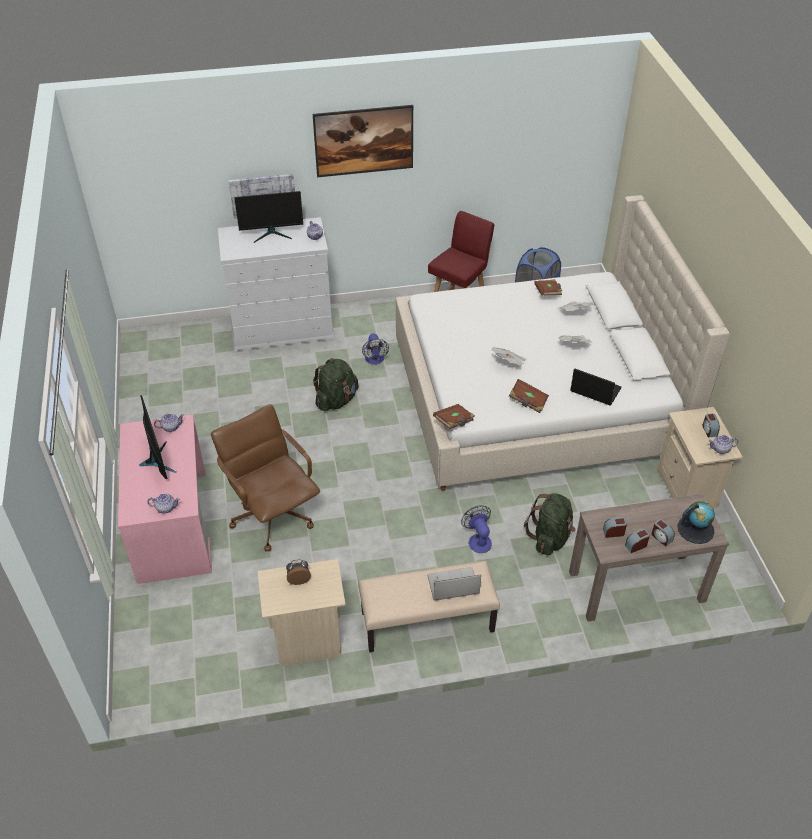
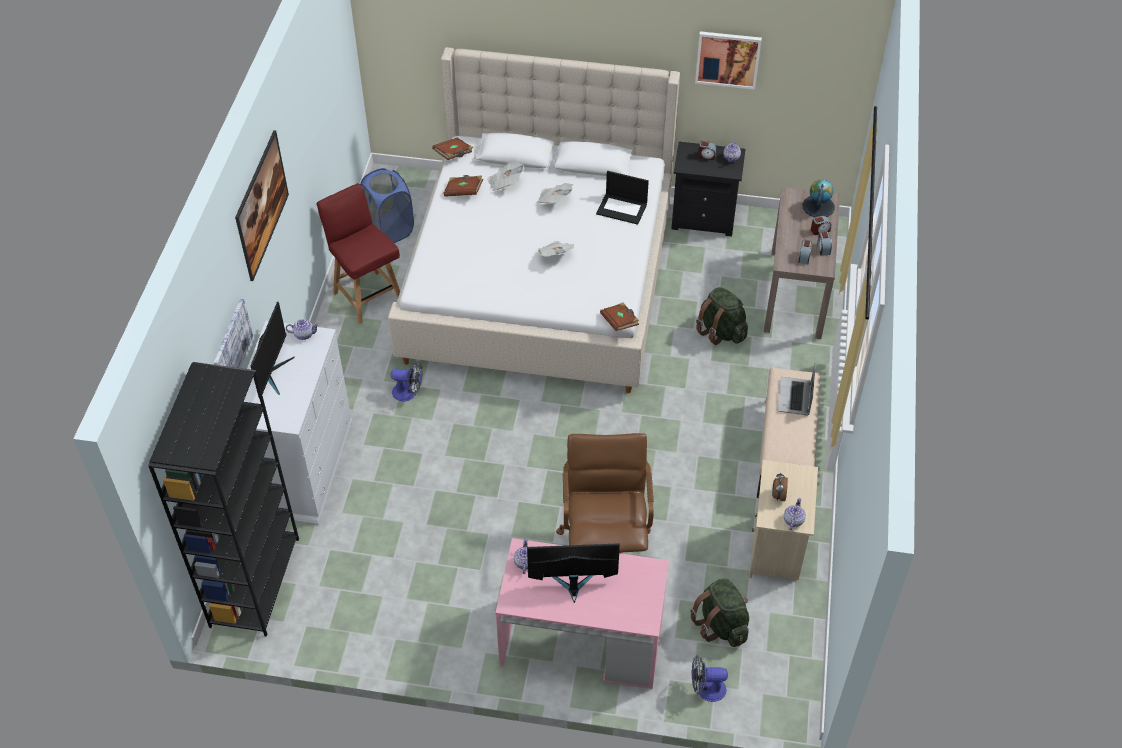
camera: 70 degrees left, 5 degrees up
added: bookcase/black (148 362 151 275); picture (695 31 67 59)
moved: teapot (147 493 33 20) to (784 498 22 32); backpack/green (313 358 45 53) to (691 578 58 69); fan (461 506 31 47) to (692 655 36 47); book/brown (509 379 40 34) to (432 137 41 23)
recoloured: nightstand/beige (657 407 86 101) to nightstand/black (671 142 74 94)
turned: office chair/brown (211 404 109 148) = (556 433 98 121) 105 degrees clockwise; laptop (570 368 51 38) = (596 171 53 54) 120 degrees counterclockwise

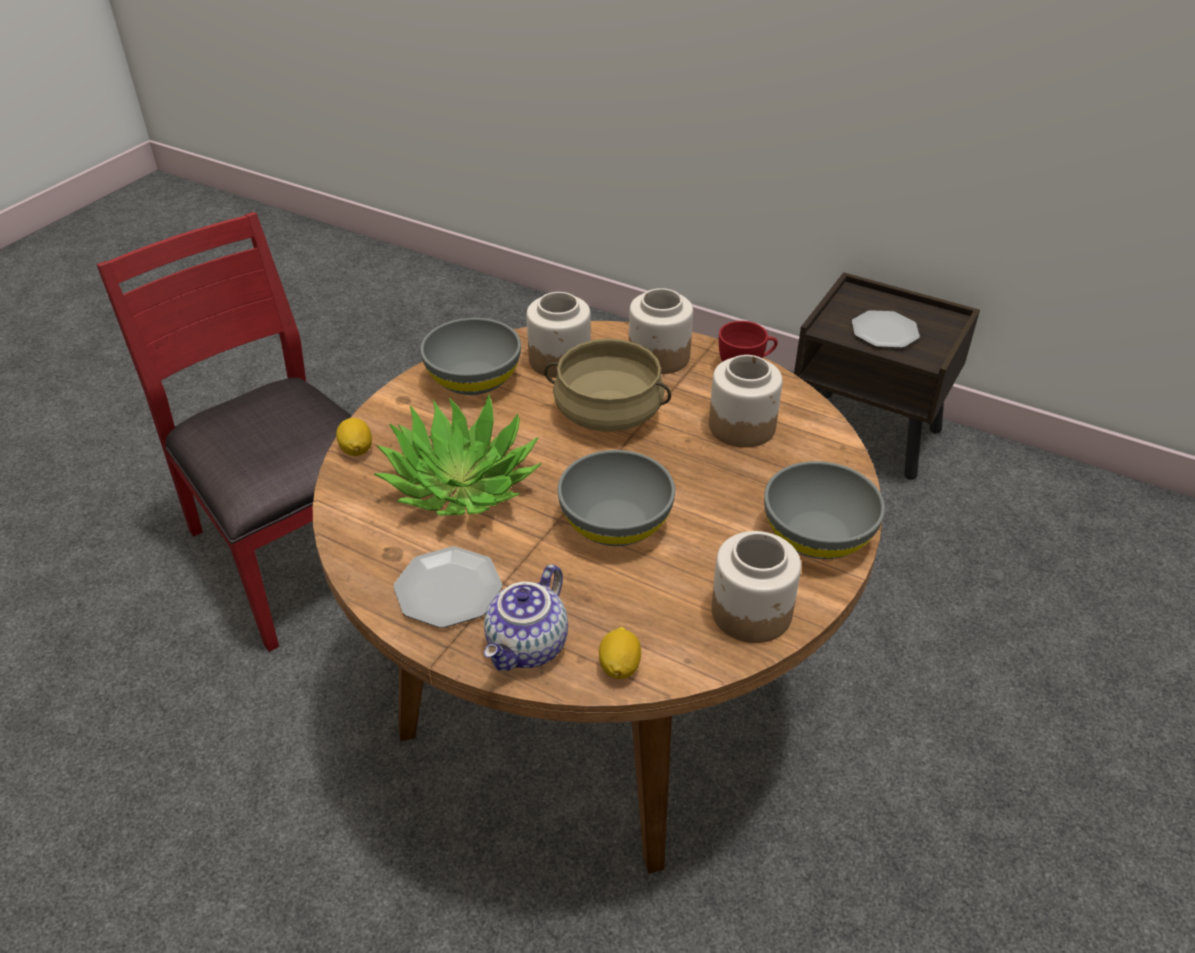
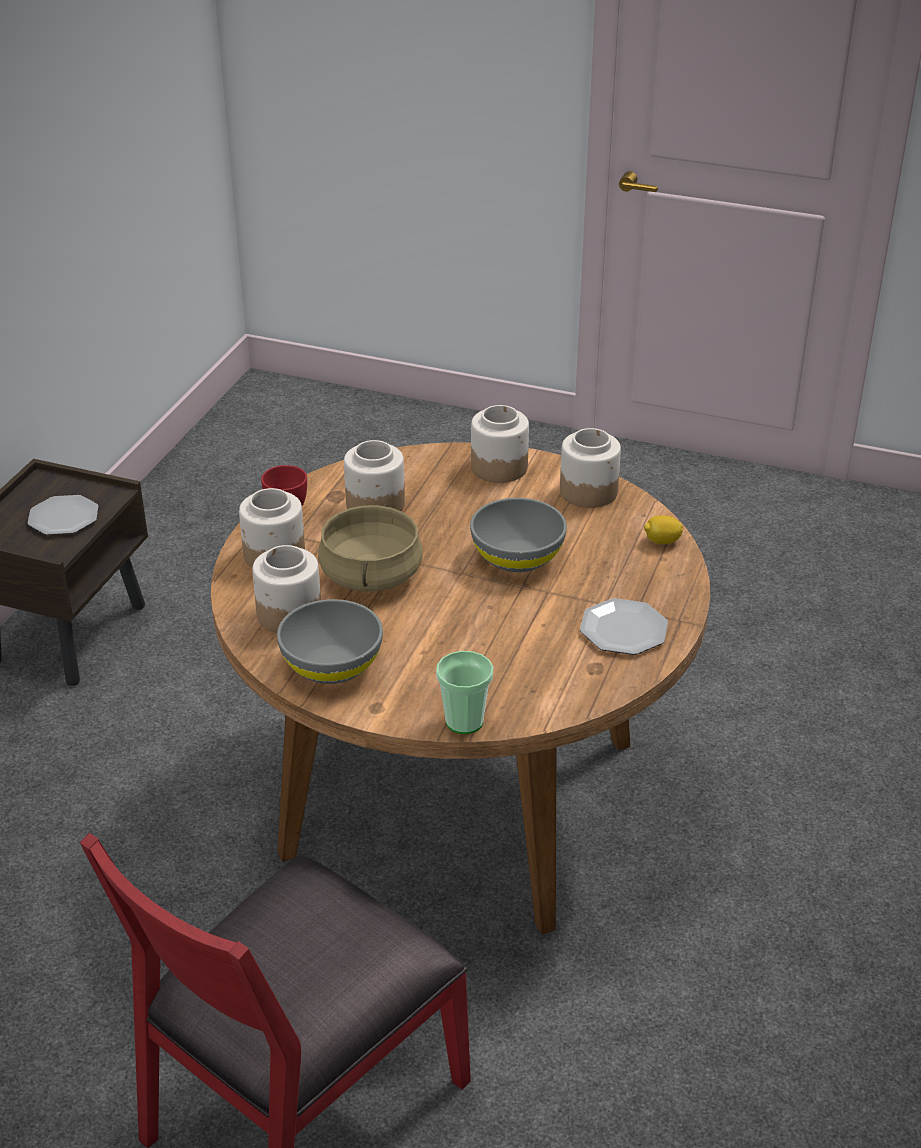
camera: 100 degrees left, 5 degrees down
removed: potted plant (374 394 167 122); teapot (484 564 84 107)
replaced: lemon (336 418 36 38) to cup (436 651 57 83); bowl/grey (764 461 121 98) to jar (471 405 58 78)

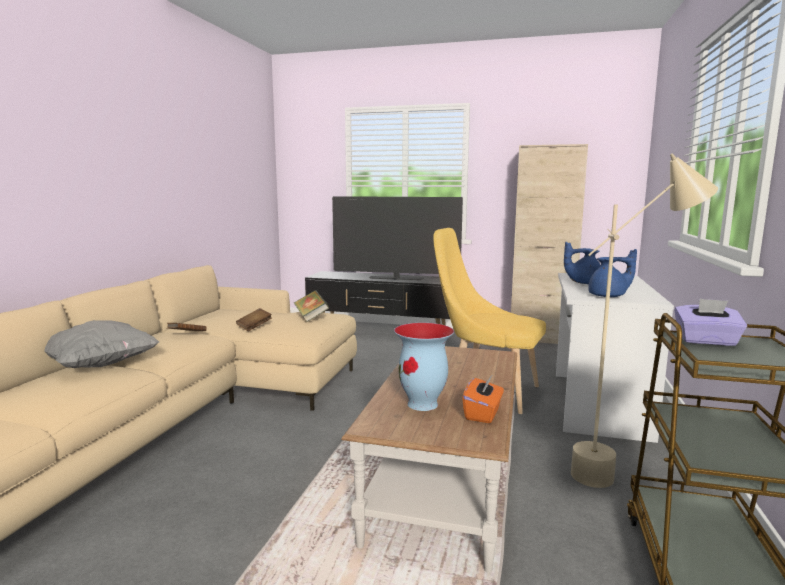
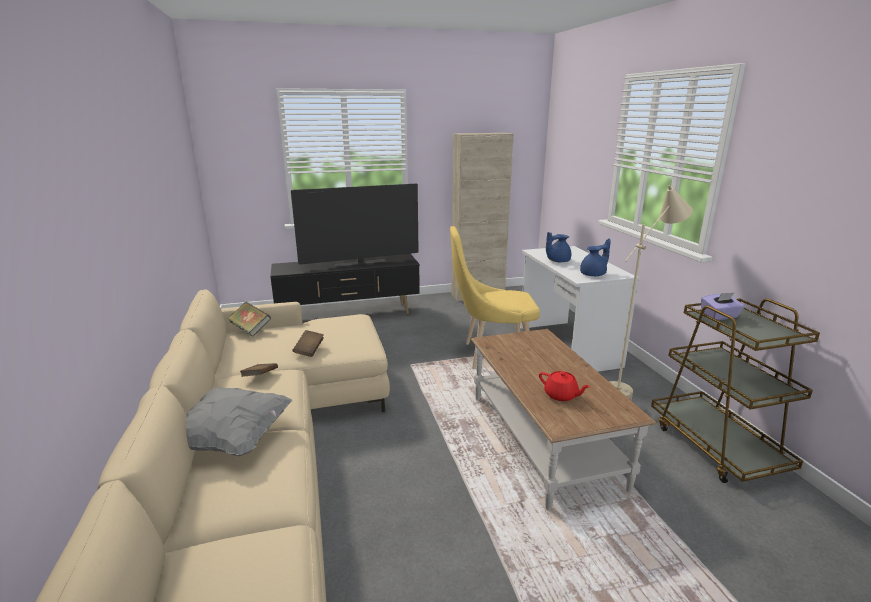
camera: 30 degrees left, 10 degrees up
removed: tissue box/orange (462 374 42 49)
moved: book (294 290 35 32) to (227 302 44 35)
replaced: vase (394 323 60 88) to teapot/red (539 371 51 30)

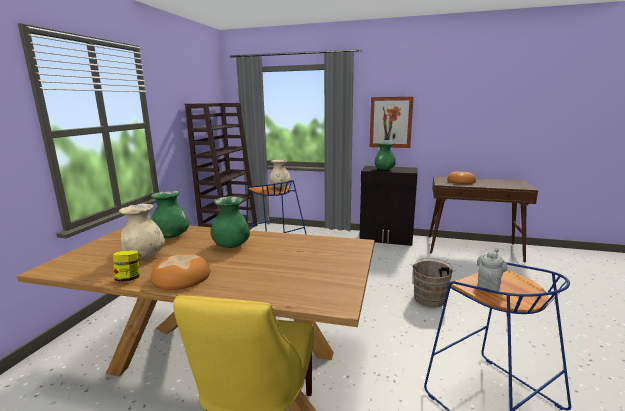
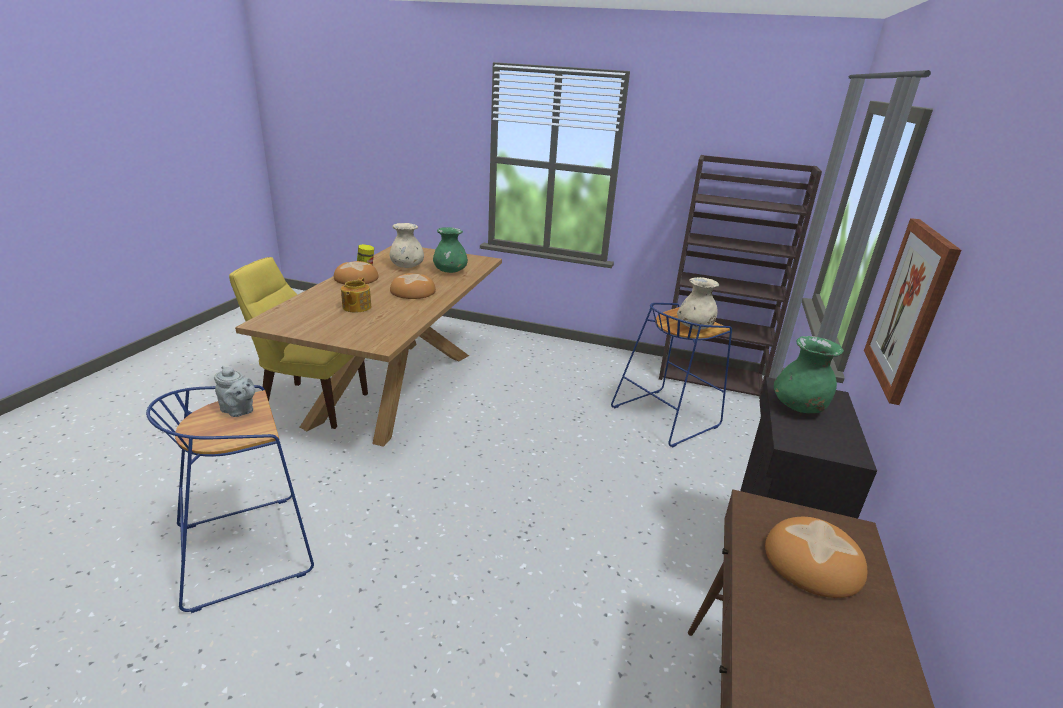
camera: 90 degrees right, 10 degrees up
removed: bucket/brown (413 258 42 49)
added: teapot (341 277 30 36)
replaced: vase/green (211 196 39 52) to bread (390 273 46 26)

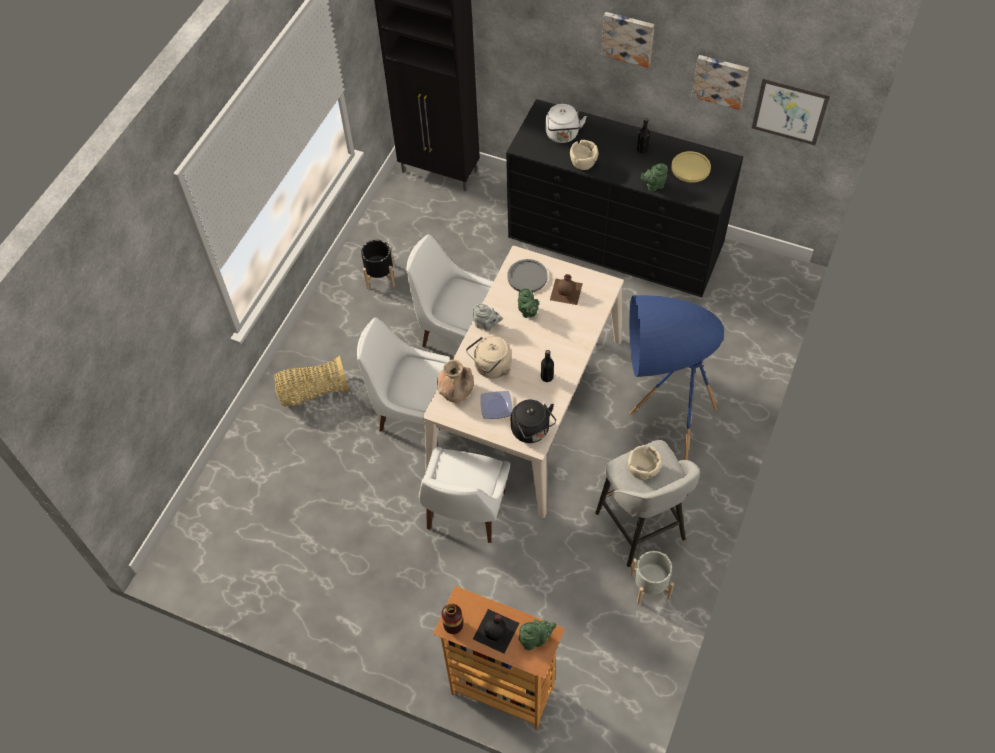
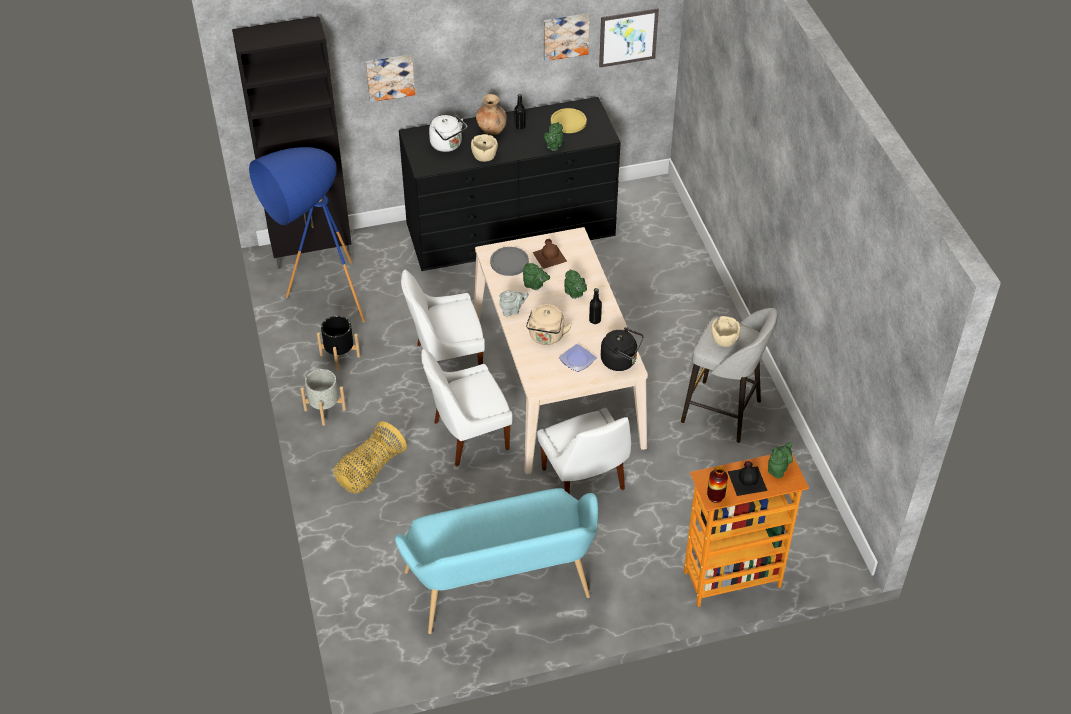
camera: 40 degrees left, 10 degrees down
added: bench/turquoise (395 488 203 146); teapot/green (564 269 23 30)
moved: vase/brown (437 360 37 43) to (476 94 31 41); picture (601 12 54 56) to (365 54 50 48); floor lamp/blue (629 295 95 165) to (249 147 116 175); planter/grey (630 551 44 53) to (300 369 46 57)

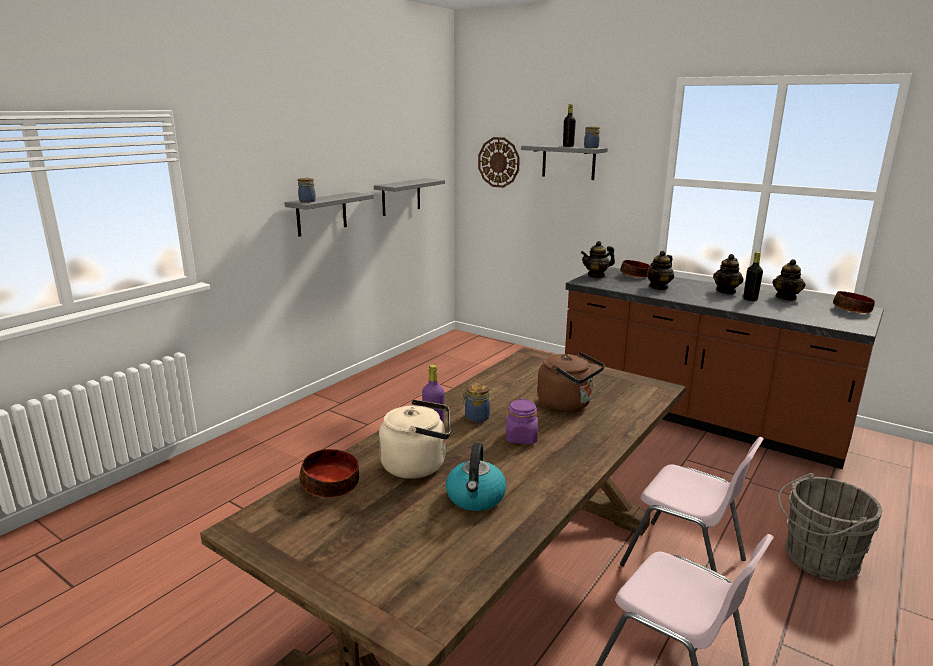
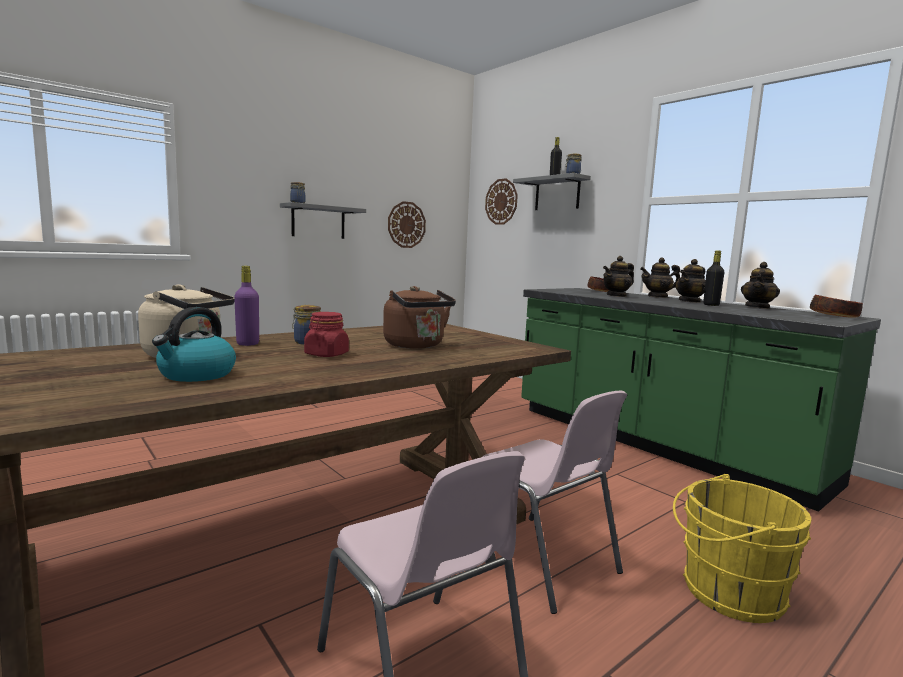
camera: 15 degrees right, 10 degrees down
removed: bowl (299 449 60 48)
moved: teapot (581 241 34 37) to (640 257 40 41)
replaced: shelf/grey (374 178 71 38) to wall clock (388 201 38 47)
recoloured: jar/purple (506 399 32 45) to jar/red (304 312 45 45); counter/brown (565 267 319 202) to counter/green (521 288 360 224); bucket/grey (778 473 104 108) to bucket/yellow (673 474 138 149)

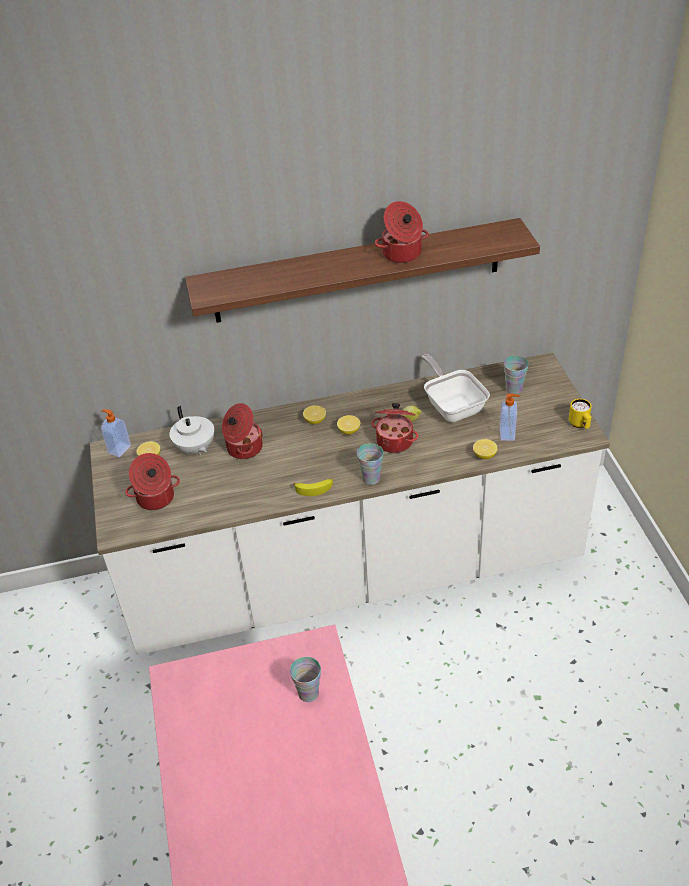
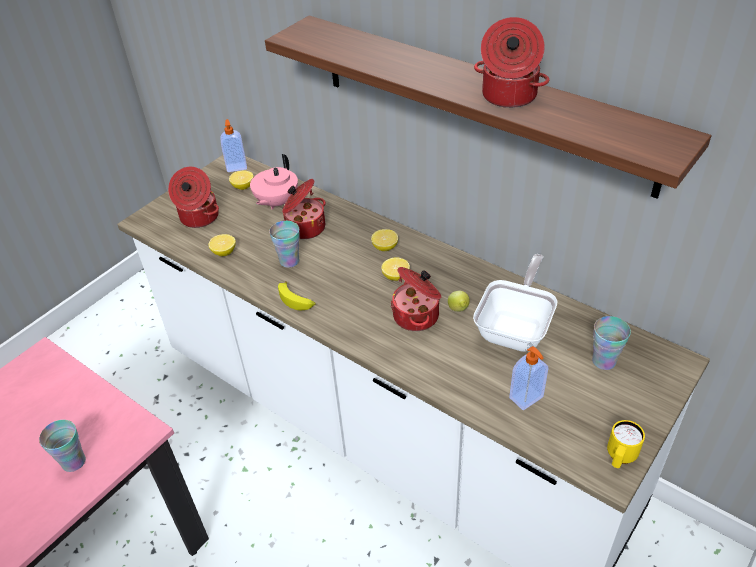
camera: 50 degrees right, 0 degrees up
moved: cup (357 443 26 42) to (269 221 31 47); lemon (473 439 24 20) to (208 234 28 22)
recoloured: teapot/white (169 406 45 49) to teapot/pink (250 154 48 56)

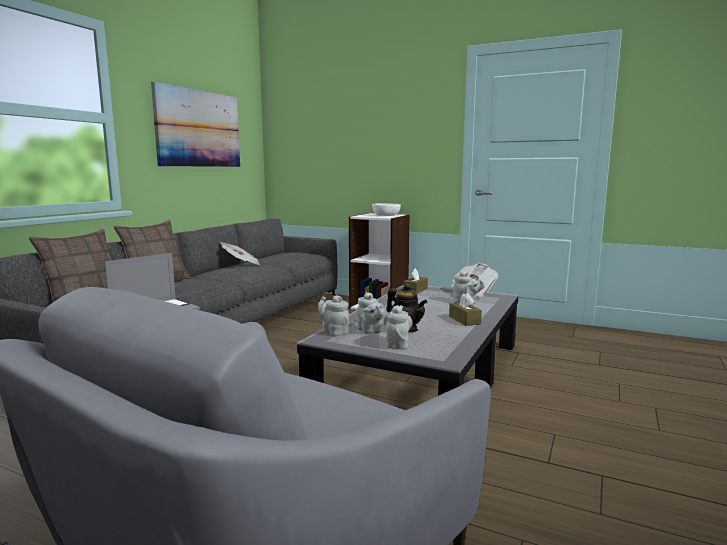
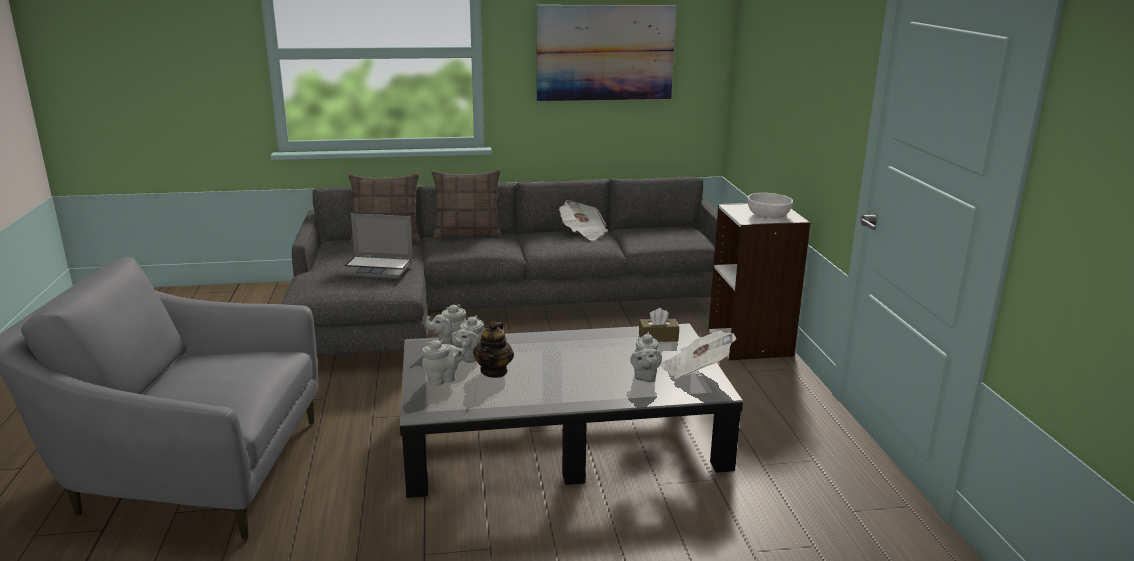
camera: 55 degrees right, 10 degrees up
removed: tissue box/brown (449 293 33 33)
turned: teapot/grey (318 295 31 41) = (425 304 41 42) 135 degrees counterclockwise

